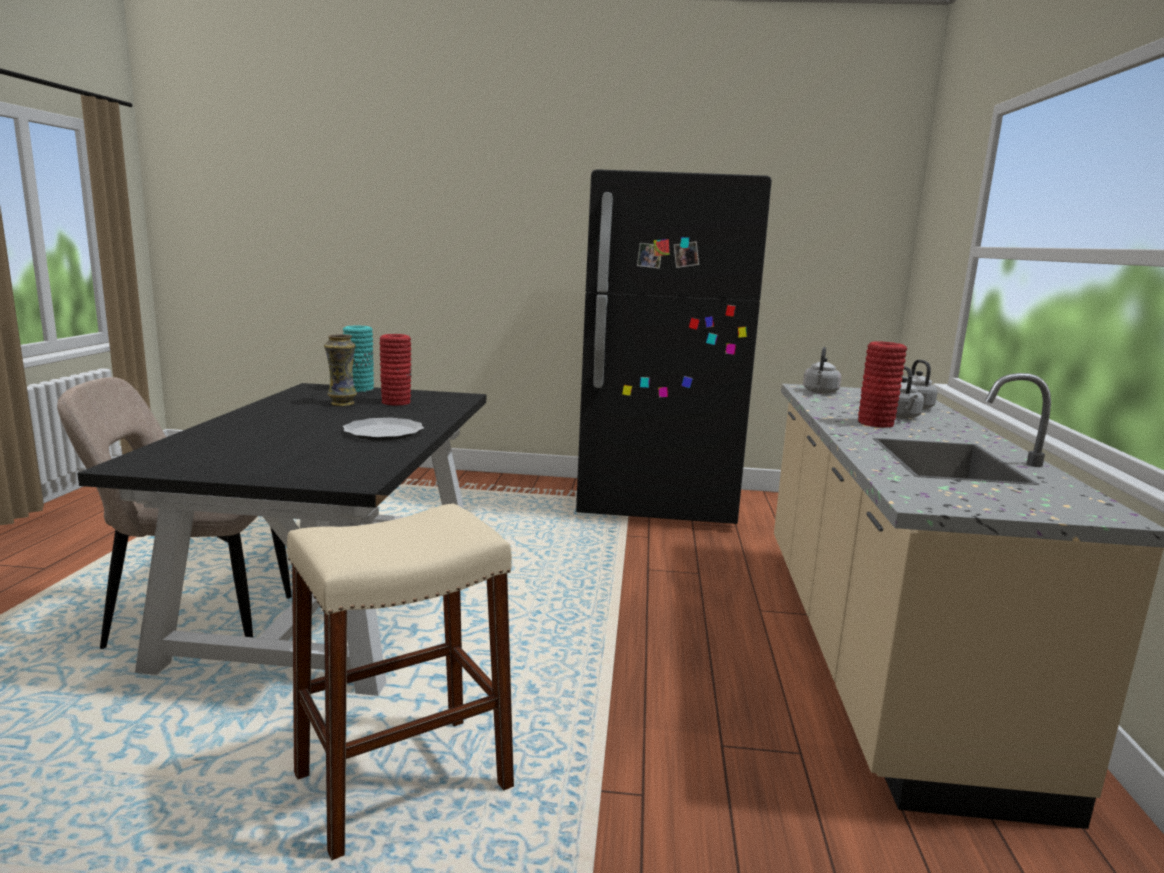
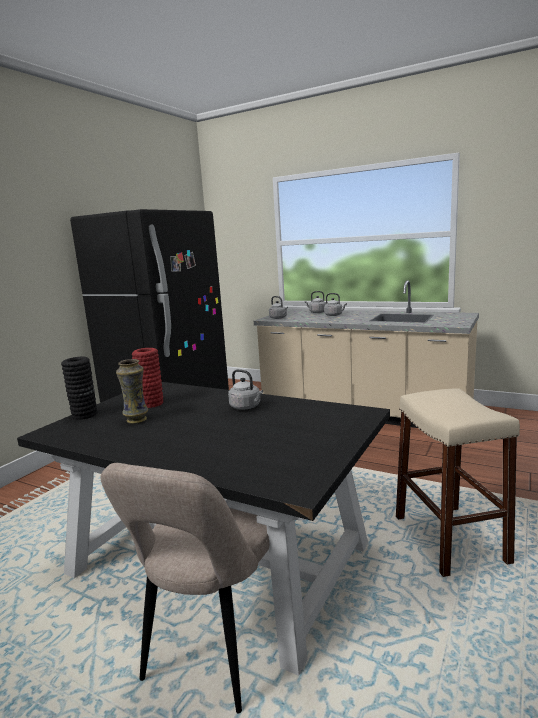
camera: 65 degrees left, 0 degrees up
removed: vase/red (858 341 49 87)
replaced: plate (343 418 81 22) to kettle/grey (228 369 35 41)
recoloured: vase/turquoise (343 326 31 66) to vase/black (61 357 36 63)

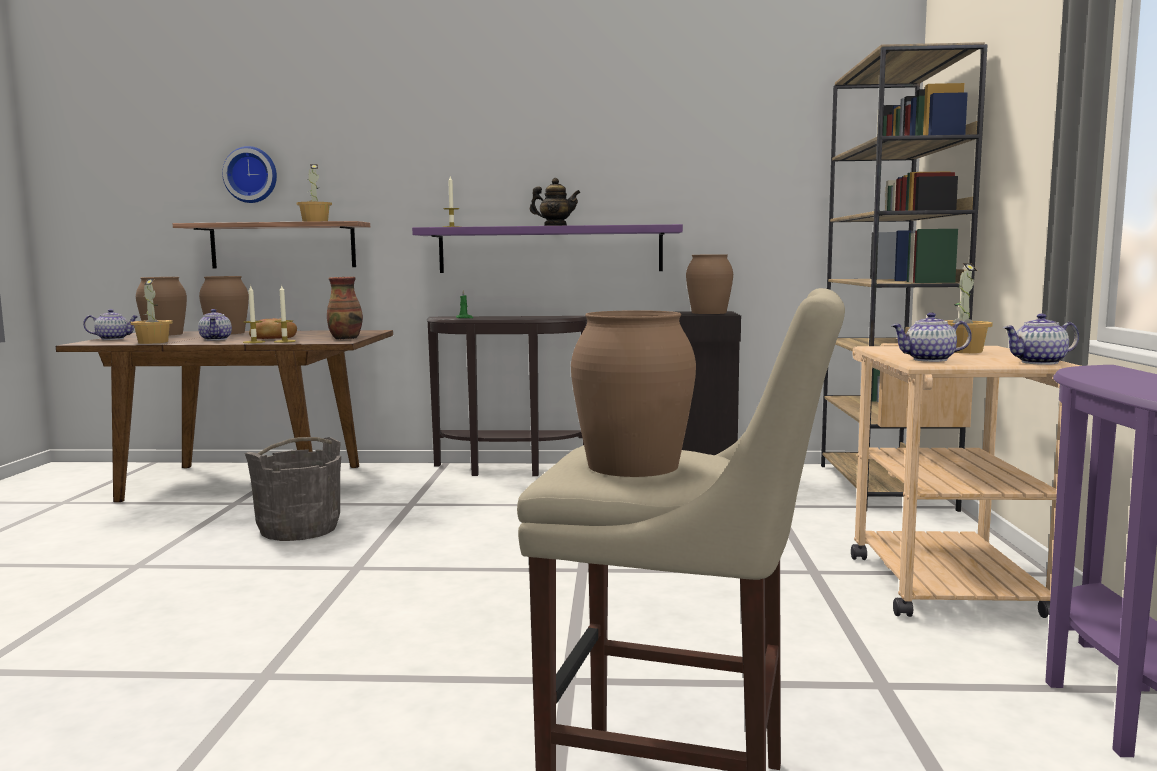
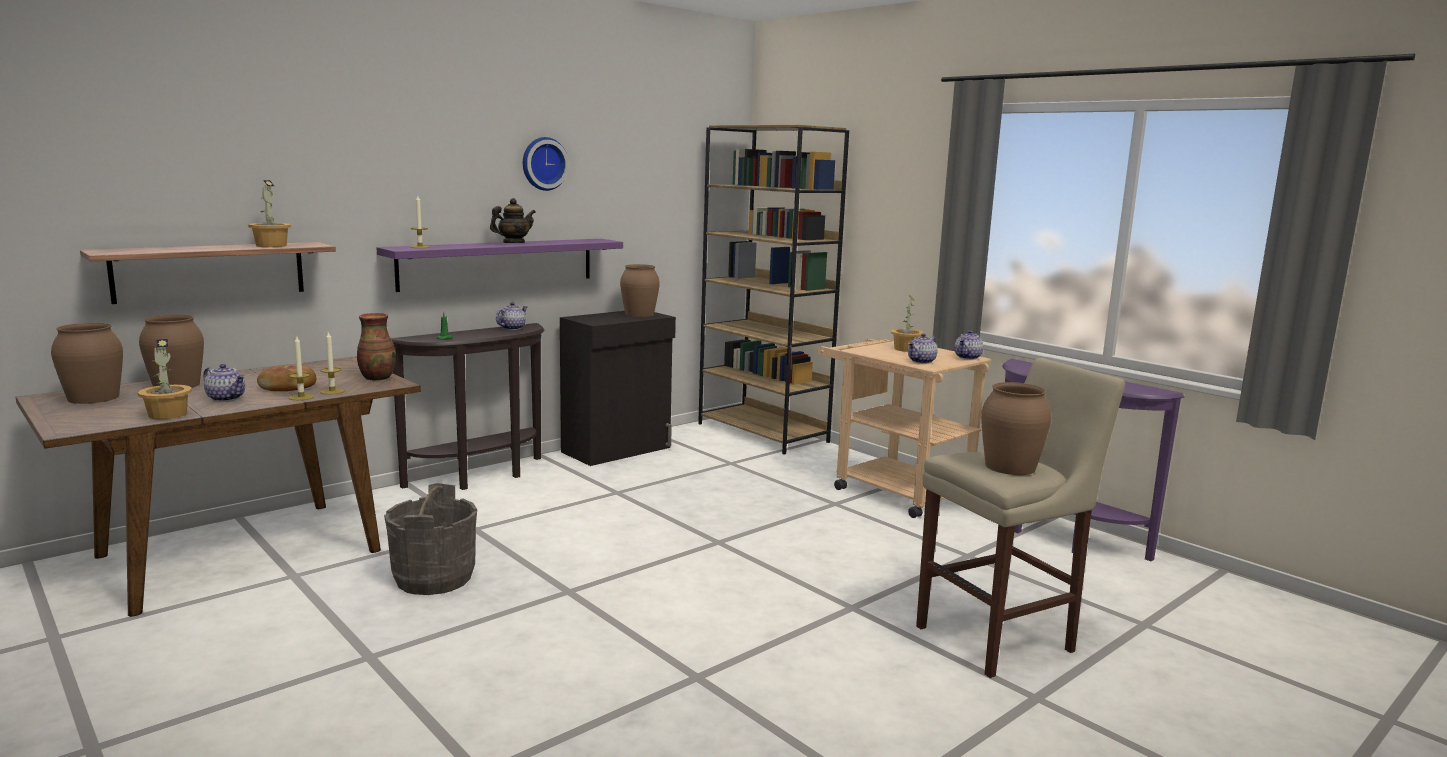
camera: 45 degrees left, 5 degrees up
moved: teapot (83 309 56 31) to (496 302 31 28); wall clock (222 146 55 57) to (523 137 46 54)

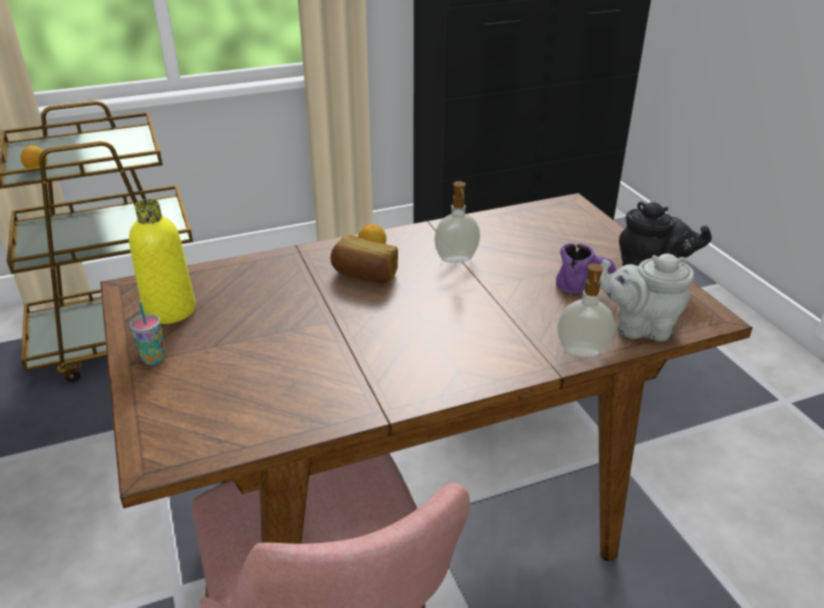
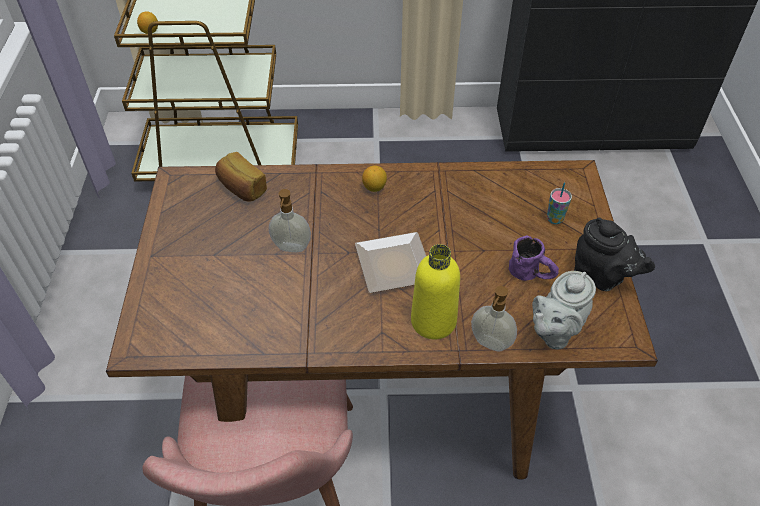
camera: 20 degrees right, 15 degrees up
added: plate (355 232 71 61)
moved: bottle/yellow (129 199 67 125) to (411 244 49 95); cup (130 302 35 63) to (547 182 25 42); bread (330 235 68 49) to (215 152 52 50); soap dispenser (435 181 45 82) to (269 189 42 63)
turned: teapot/grey (599 254 95 87) = (532 271 64 78) 75 degrees counterclockwise

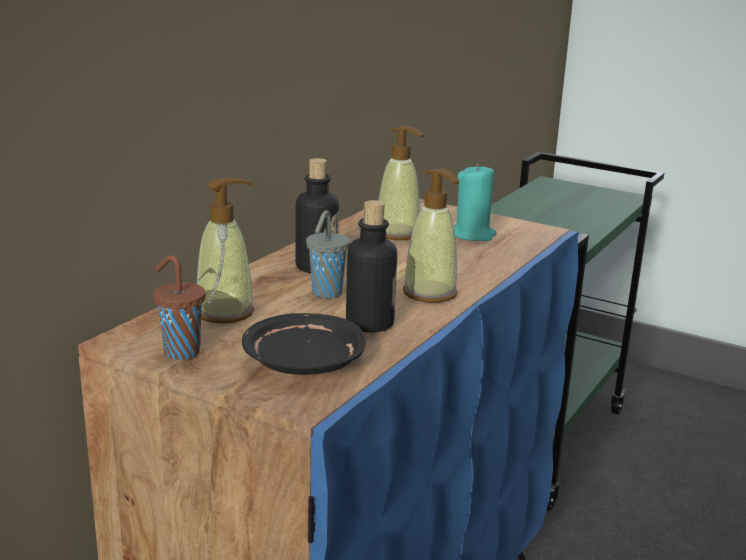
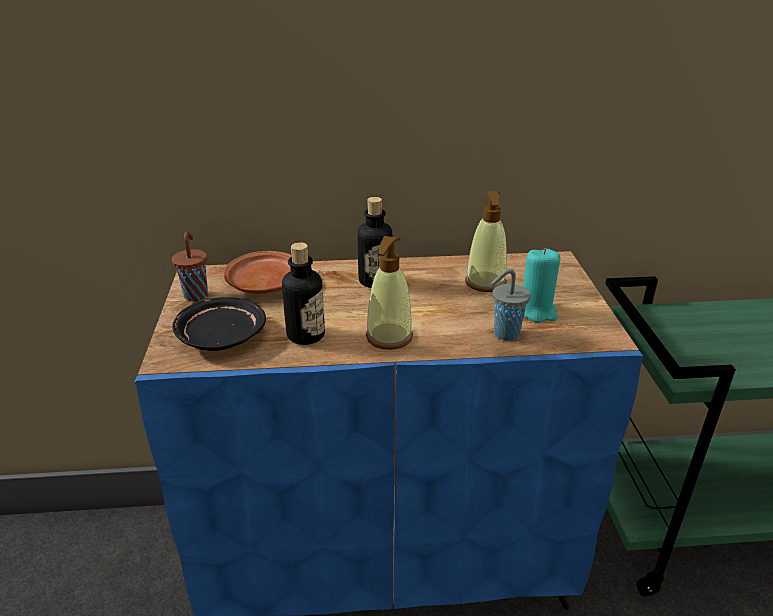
camera: 55 degrees right, 10 degrees up
moved: cup/grey (306 210 44 88) to (491 269 40 72)
replaced: soap dispenser (197 178 57 146) to plate/brown (224 251 68 43)

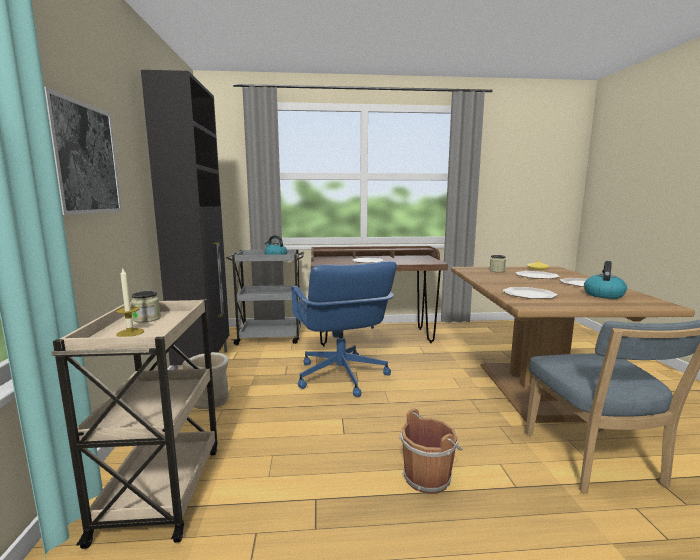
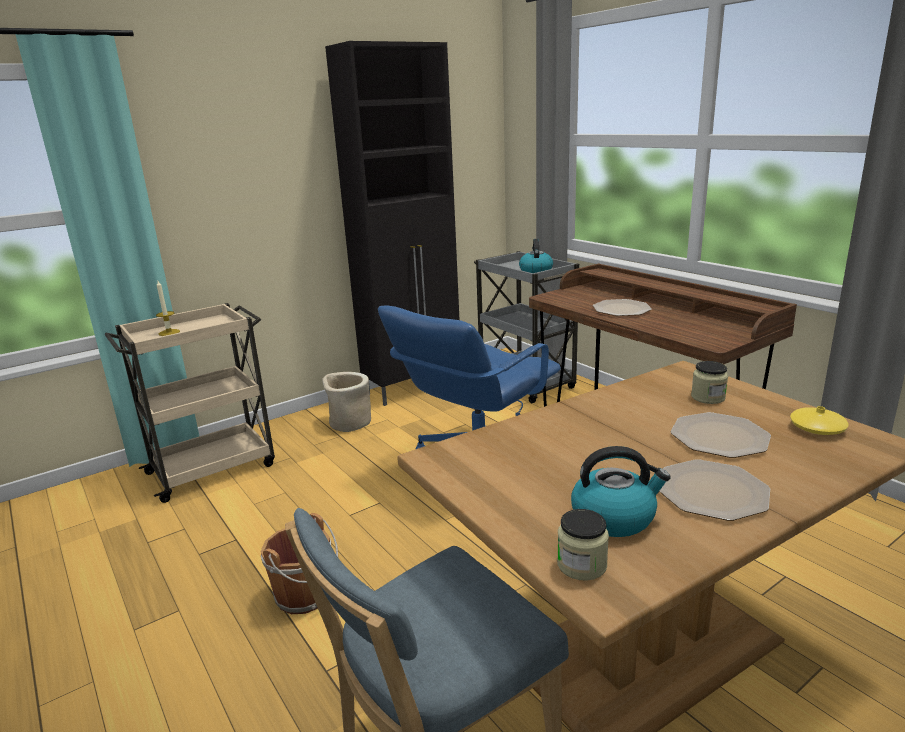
camera: 60 degrees right, 10 degrees up
removed: picture (44 87 78 128); plate (502 287 56 12)
moved: jar (131 291 30 32) to (557 509 52 72)

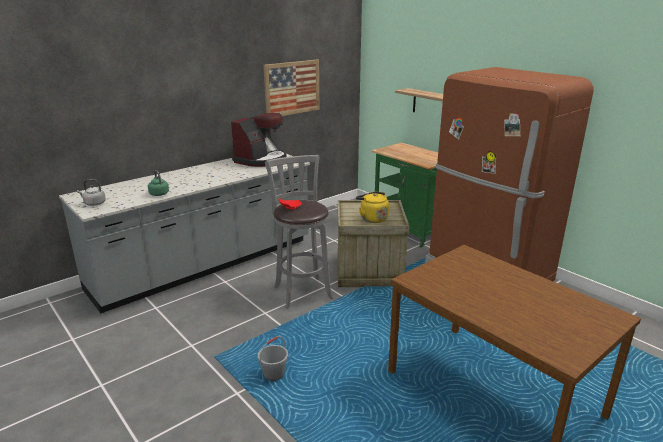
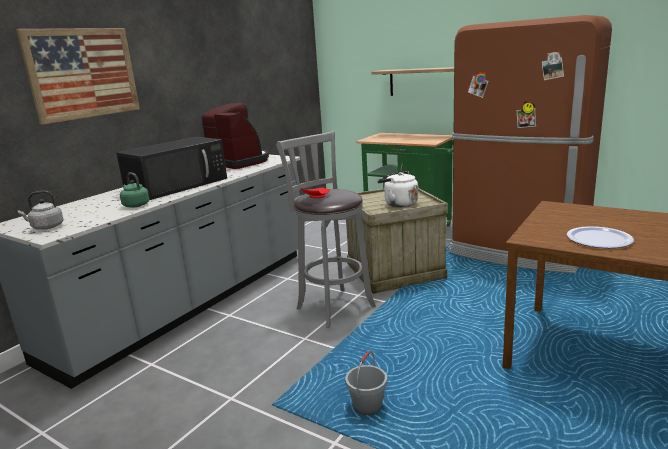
camera: 15 degrees left, 5 degrees down
added: microwave/black (116 137 111 63); plate (567 226 67 22)
moved: picture (264 59 55 57) to (16 28 124 97)
recoloured: kettle/yellow (356 192 33 31) to kettle/white (377 171 41 36)
turned: coffee machine (231 113 56 54) = (202 103 67 66) 60 degrees counterclockwise

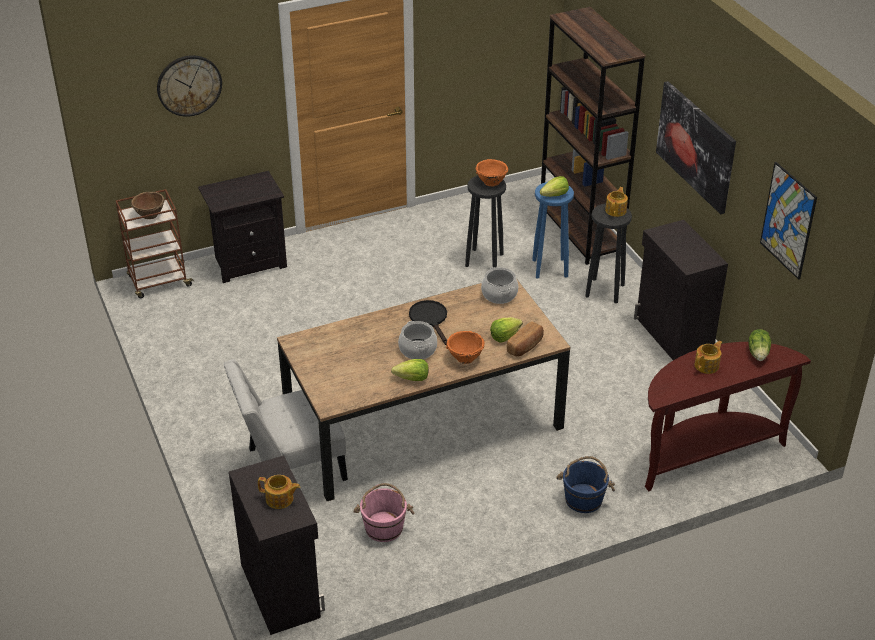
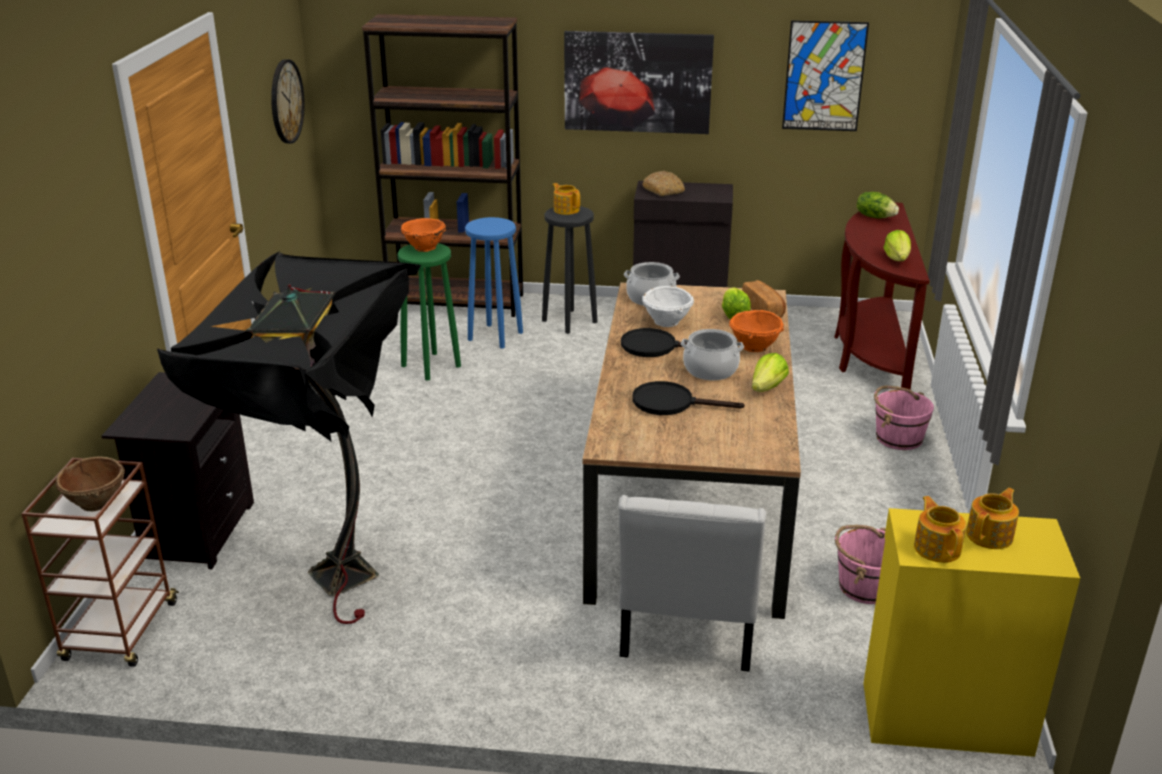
camera: 60 degrees left, 10 degrees down
added: floor lamp/black (157 251 264 373); frying pan/black (633 381 112 34); bread (642 171 43 25); bowl/white (642 286 52 41)
moved: wall clock (157 55 65 62) to (271 59 34 85); lettuce (540 176 29 21) to (884 230 27 31); teapot (694 341 28 33) to (914 496 52 67)
recoloured: cabinet/black (229 455 96 180) to cabinet/yellow (863 508 217 249); stool/black (465 175 41 93) to stool/green (398 243 63 137); bucket/blue (556 456 59 57) to bucket/pink (874 386 60 64)

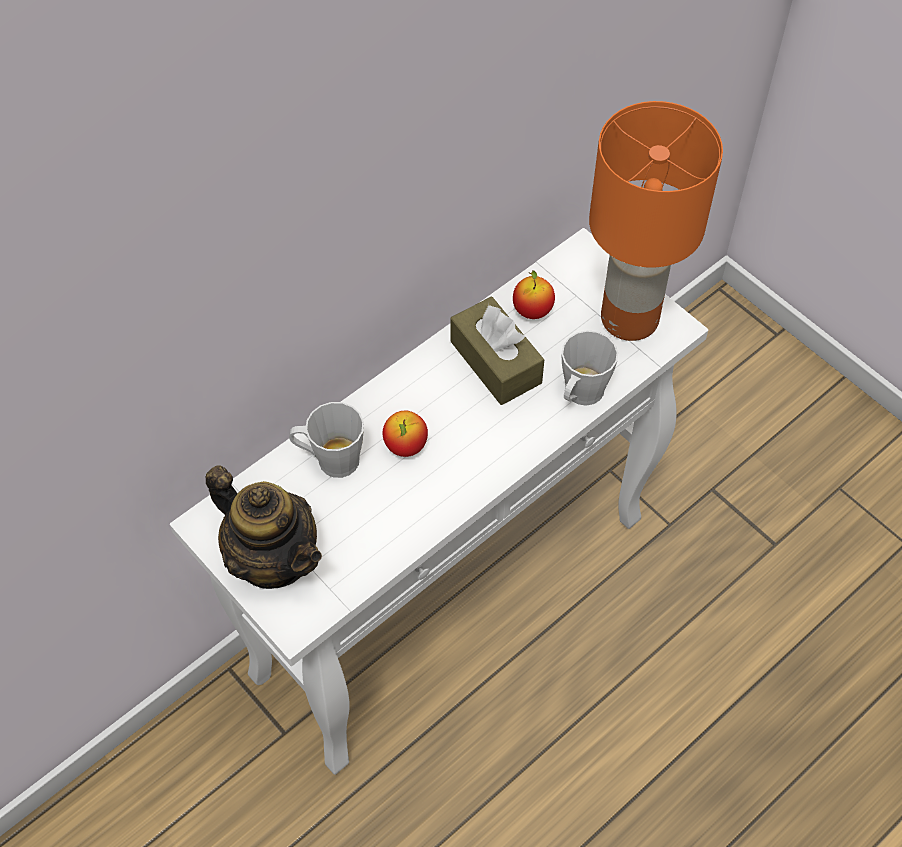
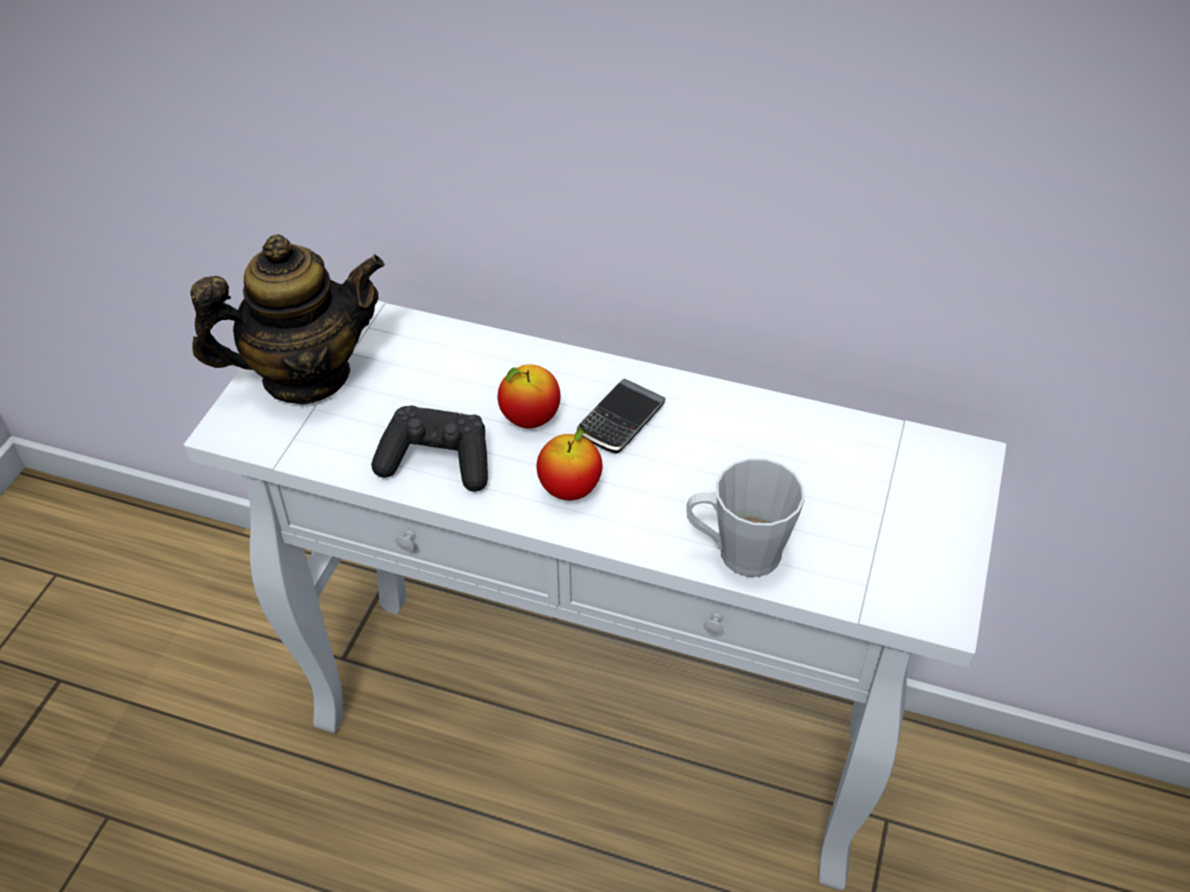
camera: 60 degrees right, 10 degrees down
removed: mug/grey (289 402 75 76); tissue box/brown (451 297 93 108); table lamp/orange (589 101 134 240)
added: game controller/black (371 405 117 87); phone (577 379 89 75)
moved: apple (513 270 42 49) to (537 427 66 73)
turned: teapot (206 465 116 124) = (190 234 195 170) 120 degrees counterclockwise

